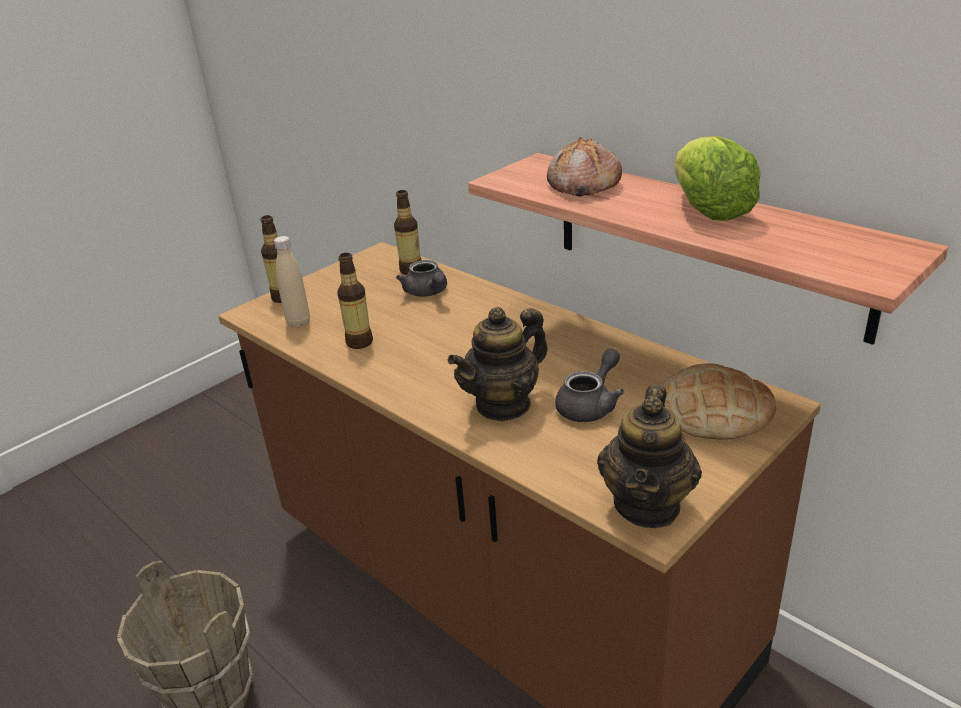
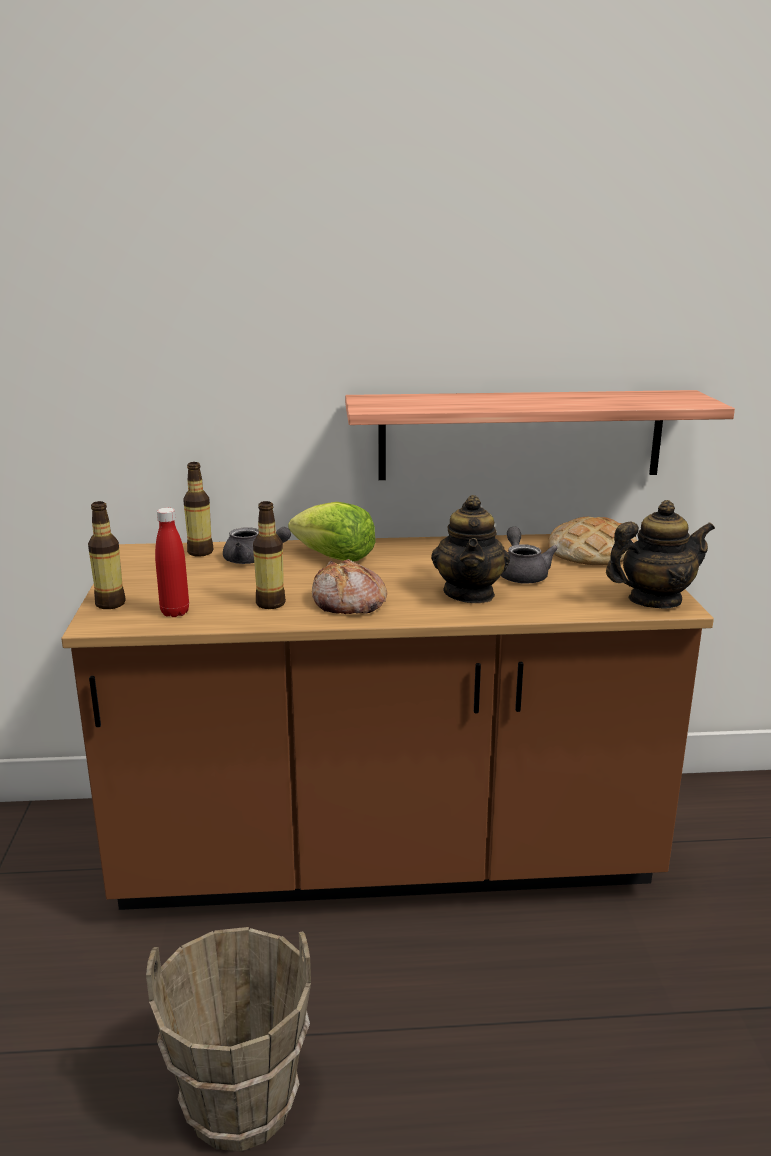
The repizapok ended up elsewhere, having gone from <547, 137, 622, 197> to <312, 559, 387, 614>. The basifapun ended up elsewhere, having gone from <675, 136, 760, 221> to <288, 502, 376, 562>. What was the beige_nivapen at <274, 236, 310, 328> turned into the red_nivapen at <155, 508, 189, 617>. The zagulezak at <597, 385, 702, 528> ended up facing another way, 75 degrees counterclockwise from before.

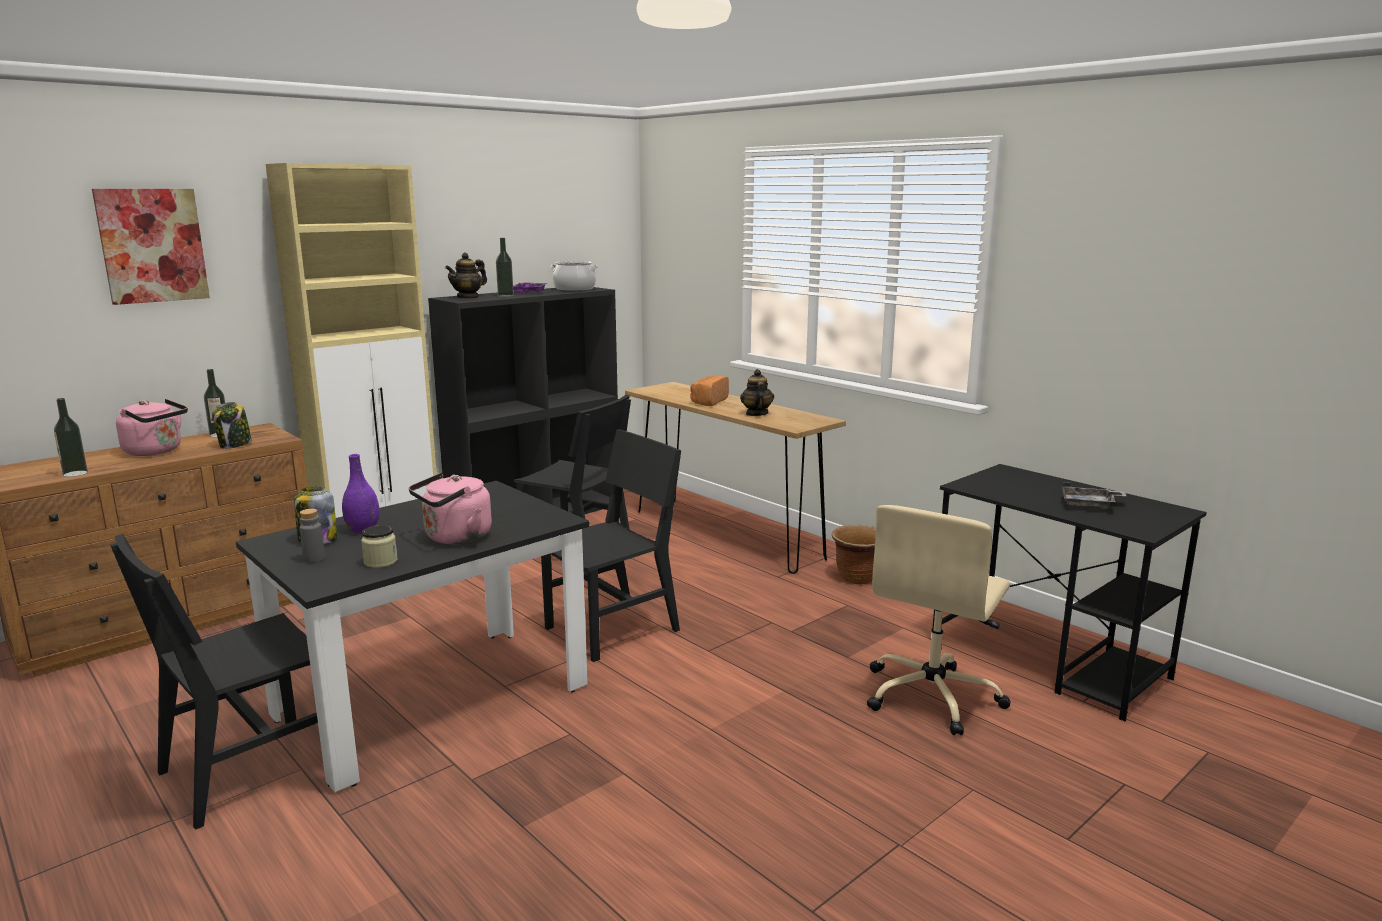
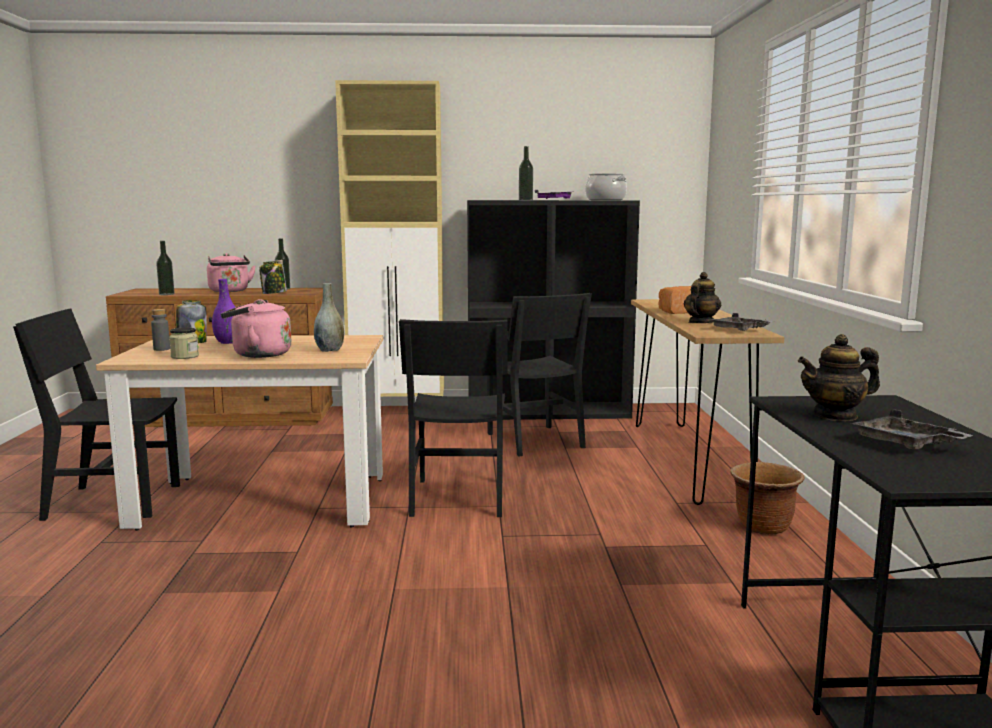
The second view lost the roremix at <92, 189, 210, 305>. The second view lost the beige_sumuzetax at <867, 505, 1011, 735>. The second view gained the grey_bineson at <314, 283, 344, 352>. The second view gained the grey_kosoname at <710, 313, 773, 331>. The zagulezak ended up elsewhere, having gone from <445, 253, 487, 299> to <798, 334, 880, 421>. What was the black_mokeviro at <236, 481, 589, 792> turned into the beige_mokeviro at <96, 335, 383, 531>. The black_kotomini at <541, 430, 681, 662> ended up facing another way, 90 degrees clockwise from before.

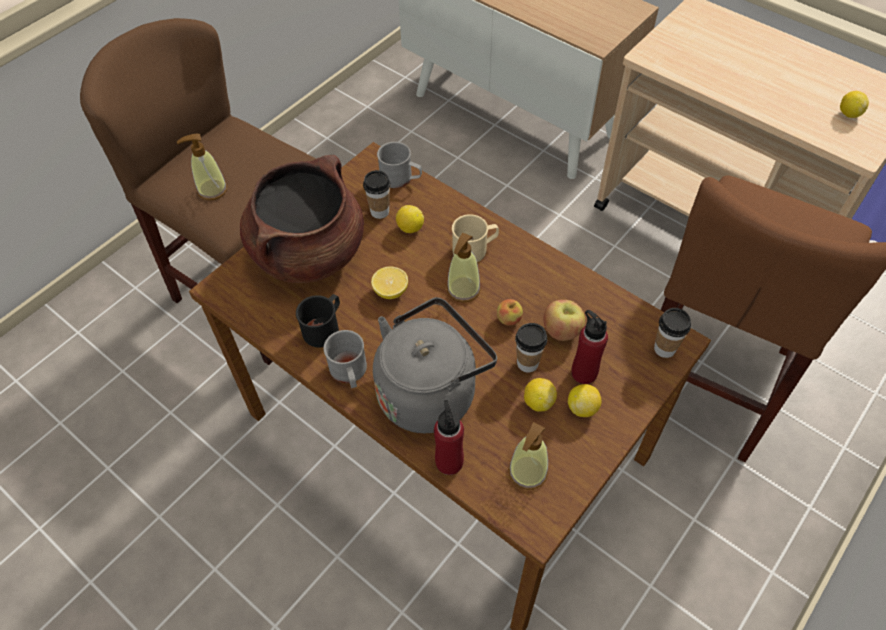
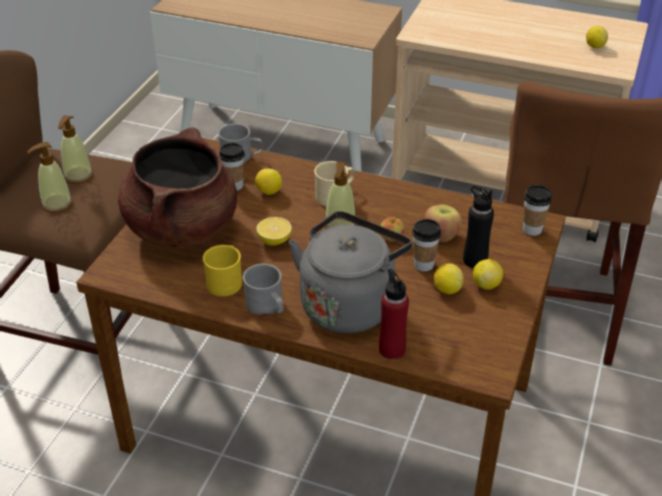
The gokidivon ended up elsewhere, having gone from <508, 422, 548, 490> to <58, 115, 93, 184>. What was the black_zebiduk at <296, 294, 340, 347> turned into the yellow_zebiduk at <203, 245, 242, 296>. What was the red_nivapen at <571, 310, 608, 384> turned into the black_nivapen at <463, 186, 494, 268>.

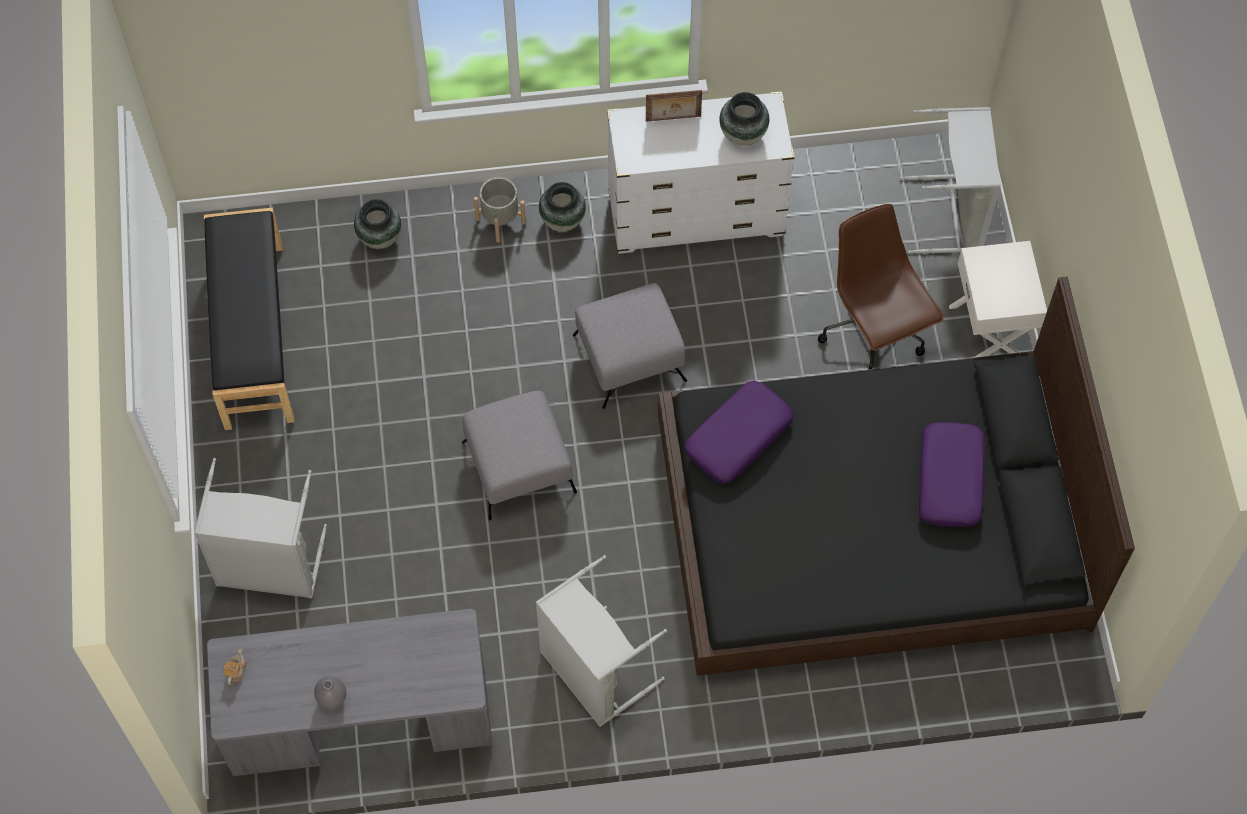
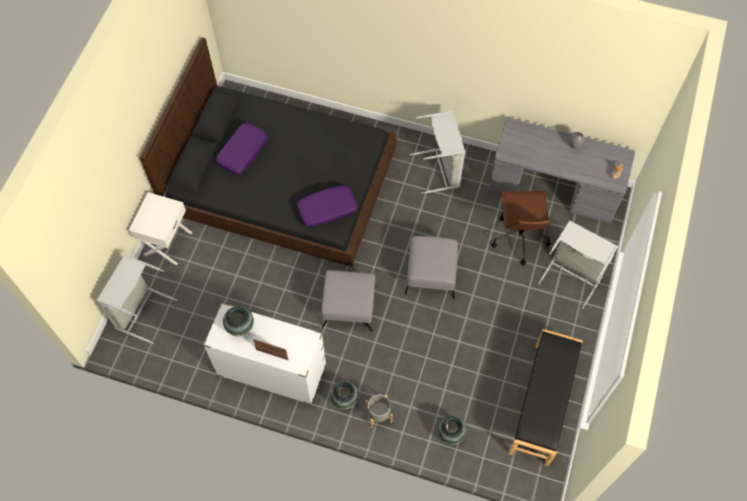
The brown_sumuzetax ended up elsewhere, having gone from <818, 204, 944, 369> to <491, 191, 552, 265>.

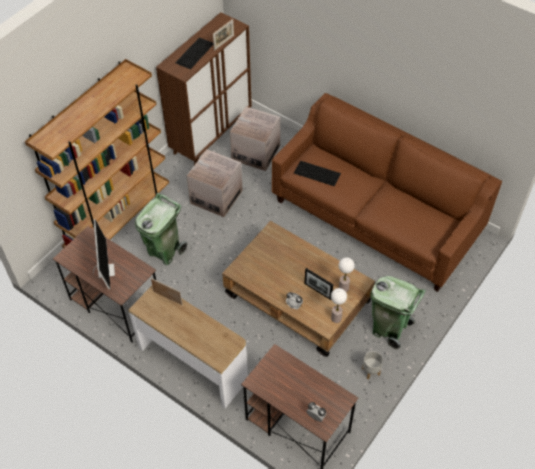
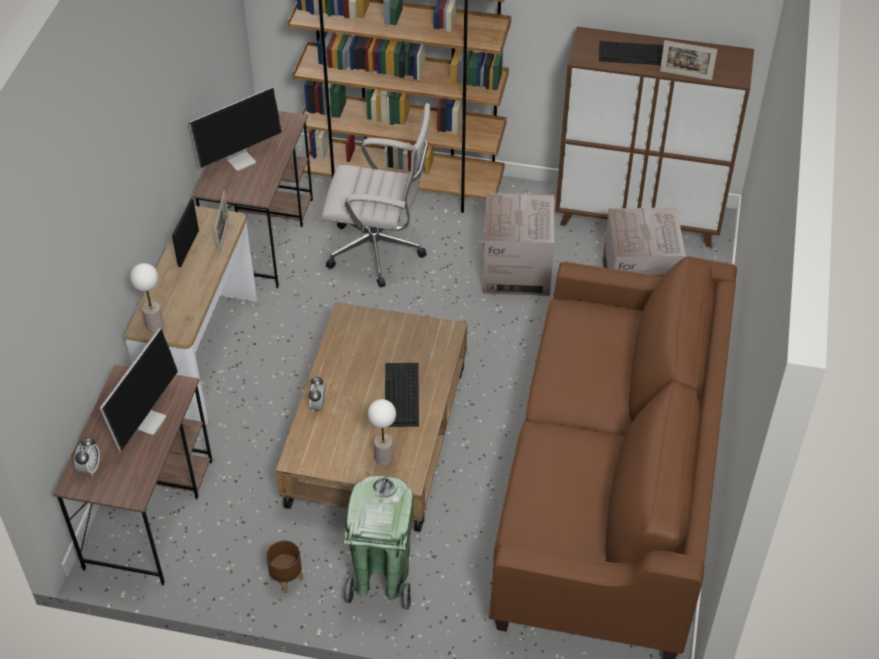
The second view gained the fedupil at <100, 328, 178, 451>. The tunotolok ended up elsewhere, having gone from <294, 161, 341, 186> to <385, 363, 419, 427>. The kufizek ended up elsewhere, having gone from <305, 268, 333, 300> to <172, 199, 199, 267>. The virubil ended up elsewhere, having gone from <331, 288, 347, 323> to <130, 263, 164, 332>. Where the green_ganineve stood at <135, 193, 187, 265>, the white_sumuzetax came to stand at <322, 103, 431, 287>. What was the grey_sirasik at <362, 351, 383, 379> turned into the brown_sirasik at <266, 540, 303, 593>.

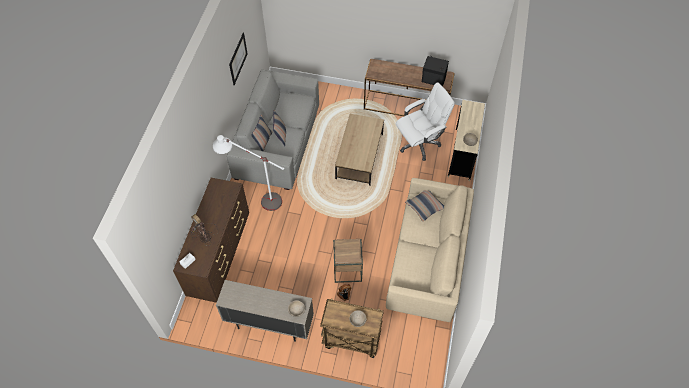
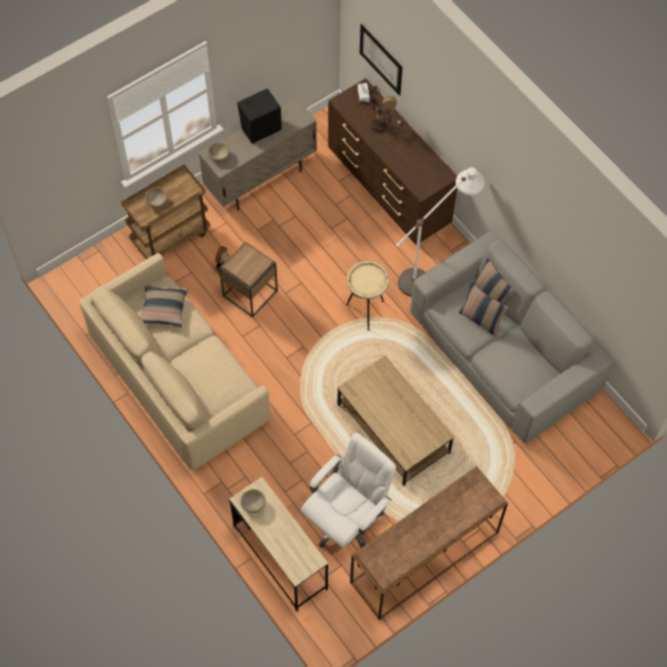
The second view gained the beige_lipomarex at <346, 261, 389, 331>. The roremix ended up elsewhere, having gone from <229, 32, 248, 85> to <360, 24, 403, 96>. The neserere ended up elsewhere, having gone from <405, 190, 444, 222> to <140, 284, 188, 328>. The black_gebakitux ended up elsewhere, having gone from <422, 56, 449, 86> to <237, 88, 282, 144>. The white_sumuzetax at <396, 82, 455, 161> ended up facing another way, 150 degrees counterclockwise from before.

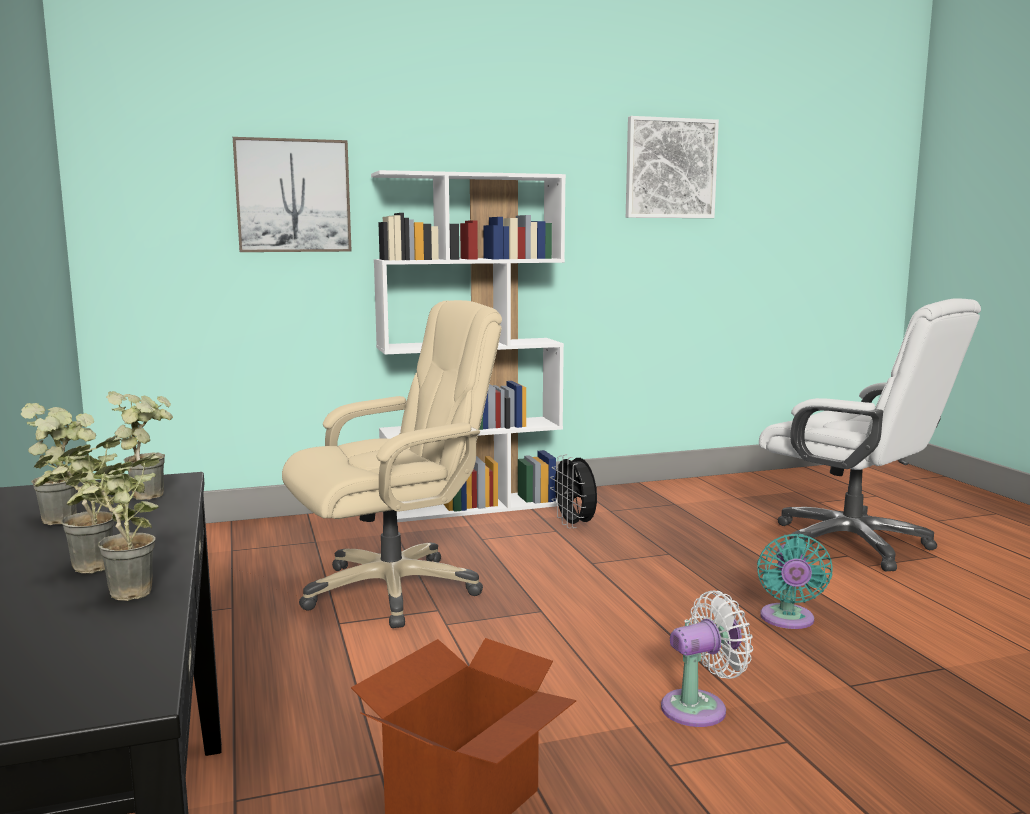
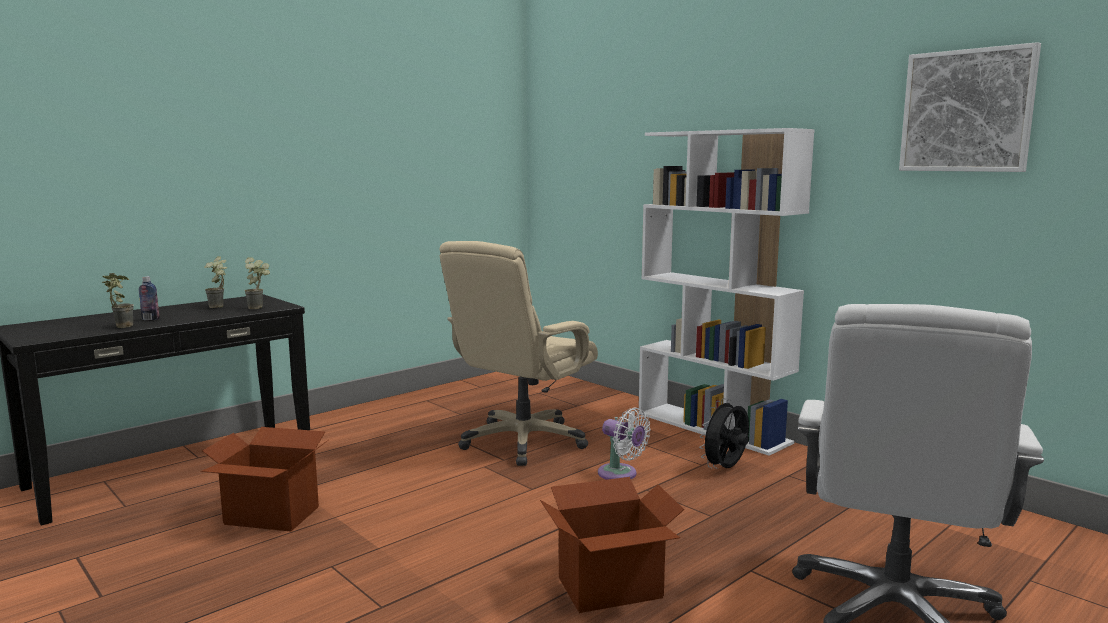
The second view lost the roremix at <233, 137, 352, 252>. The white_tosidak ended up elsewhere, having gone from <661, 591, 753, 727> to <598, 407, 651, 480>. Where the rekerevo stood at <34, 435, 121, 573>, the nivapen came to stand at <139, 276, 159, 320>. Where the turquoise_tosidak stood at <757, 534, 833, 629>, the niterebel came to stand at <540, 477, 684, 613>. The beige_sumuzetax at <282, 300, 502, 628> ended up facing another way, 90 degrees clockwise from before.

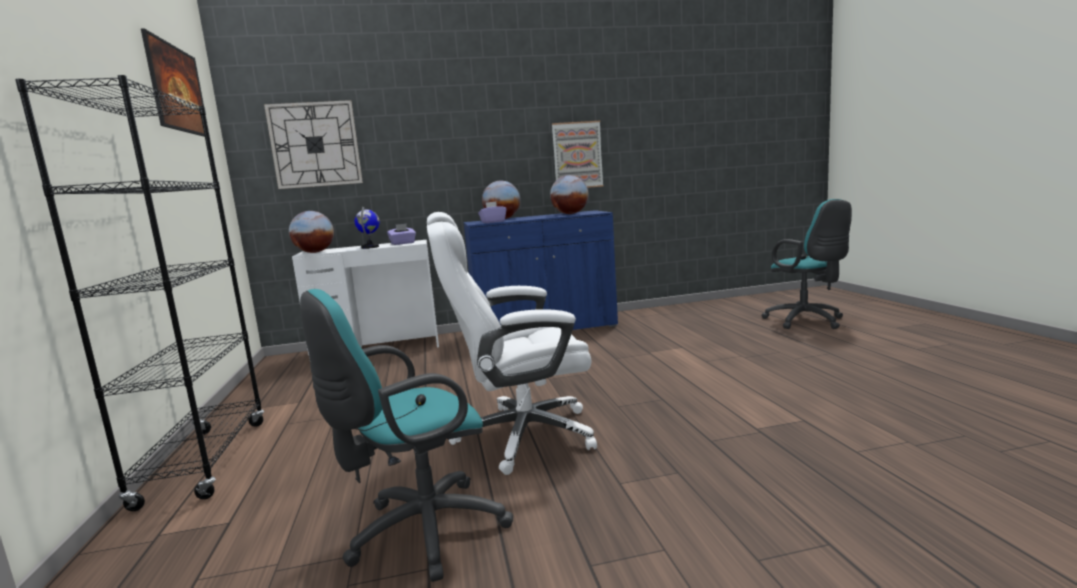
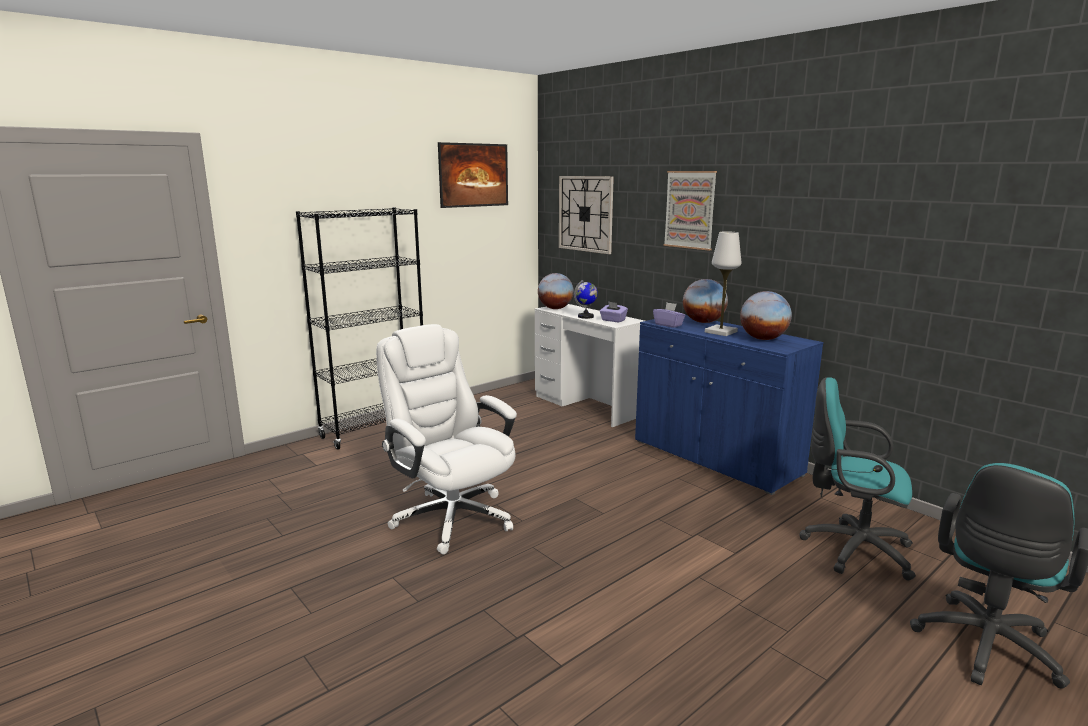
The second view gained the white_virubil at <705, 231, 741, 336>. The turquoise_sumuzetax ended up elsewhere, having gone from <300, 289, 513, 582> to <799, 377, 916, 581>. The roremix ended up elsewhere, having gone from <552, 121, 604, 188> to <663, 171, 717, 251>.

